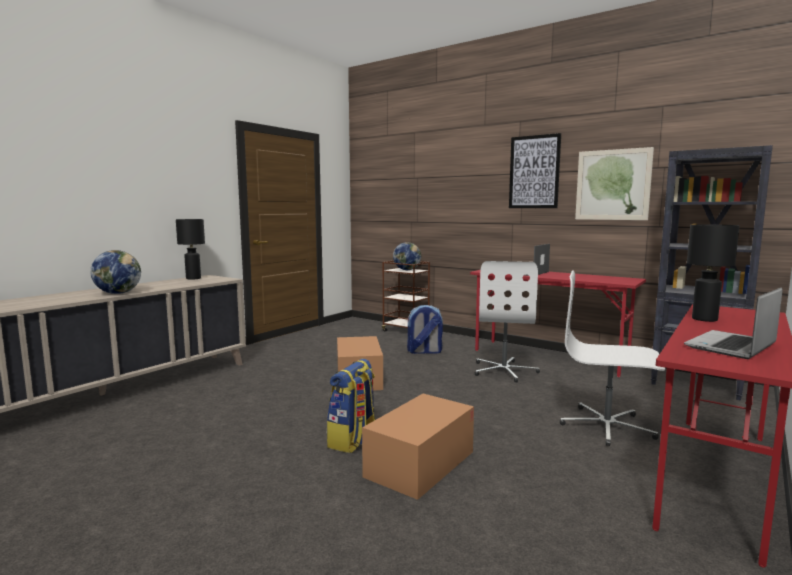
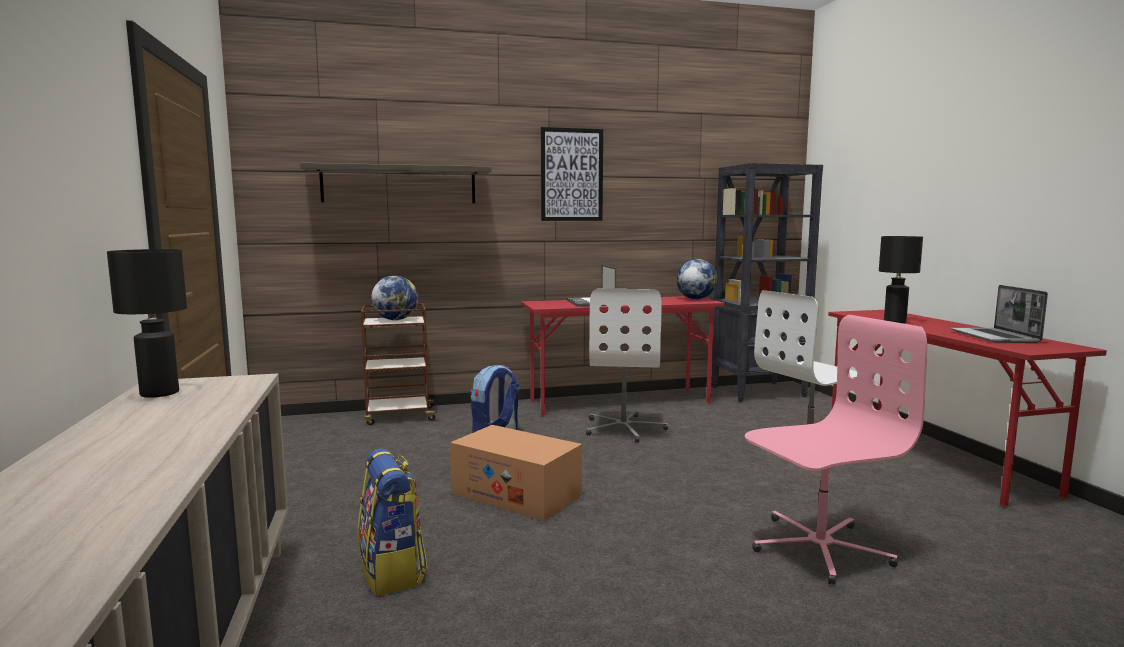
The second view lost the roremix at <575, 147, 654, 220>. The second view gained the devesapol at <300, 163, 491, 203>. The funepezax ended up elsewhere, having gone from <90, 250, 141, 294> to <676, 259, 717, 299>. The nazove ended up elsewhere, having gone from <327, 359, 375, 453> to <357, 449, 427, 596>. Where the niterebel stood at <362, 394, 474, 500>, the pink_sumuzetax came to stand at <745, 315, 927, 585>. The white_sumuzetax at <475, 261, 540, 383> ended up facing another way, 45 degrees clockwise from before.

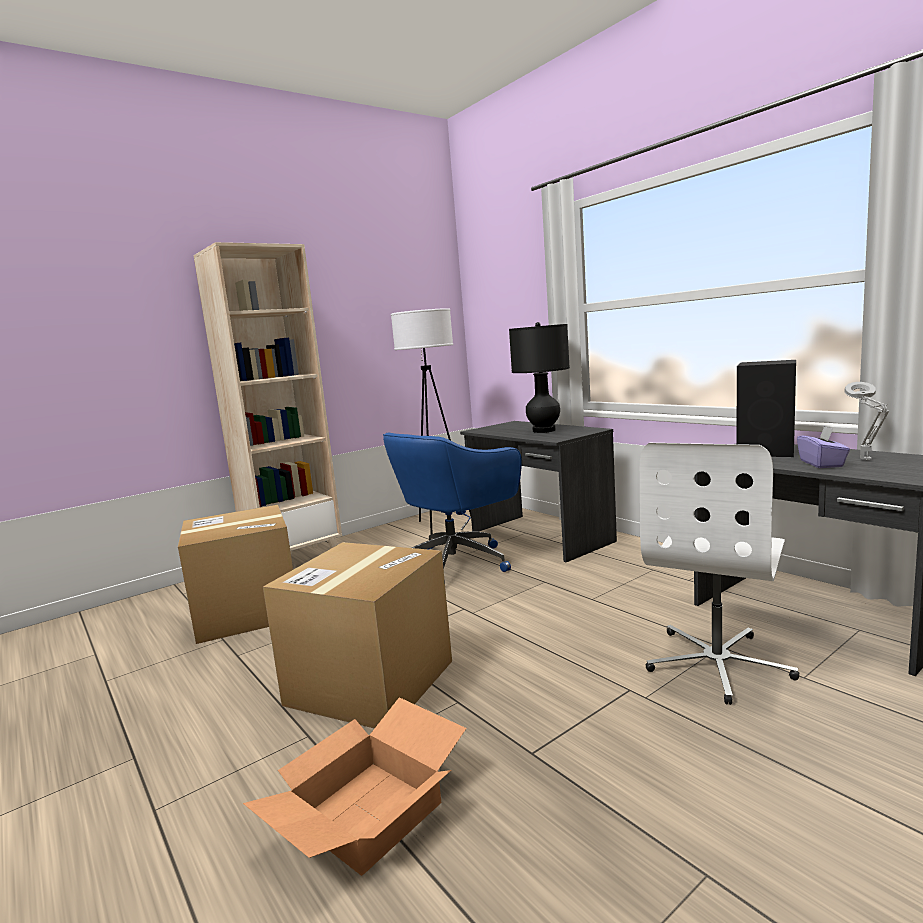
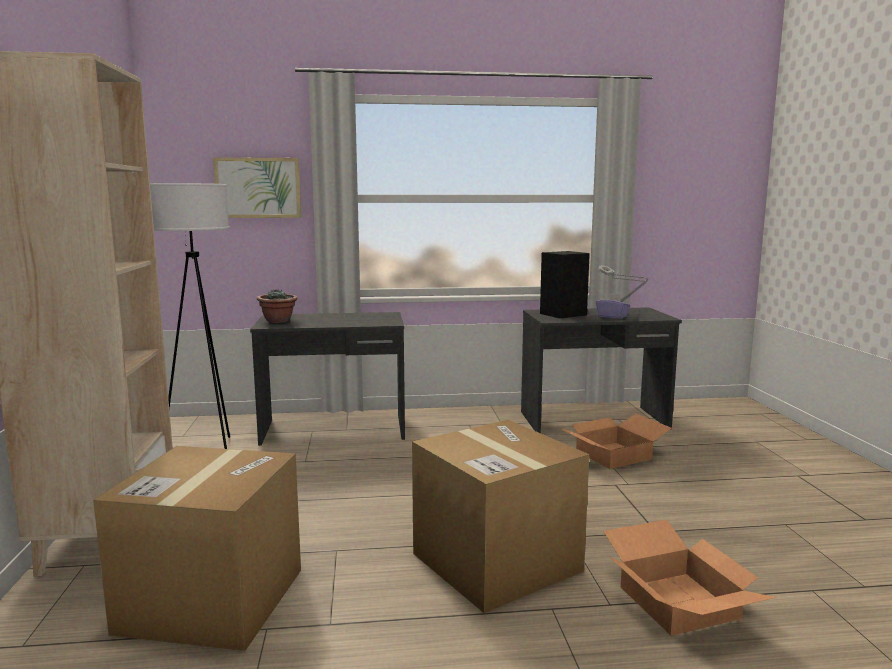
The second view lost the blue_sumuzetax at <383, 432, 522, 572>. The second view lost the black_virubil at <509, 322, 570, 433>. The second view gained the roremix at <213, 157, 301, 218>. The second view gained the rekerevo at <257, 290, 298, 323>. Where the white_sumuzetax stood at <640, 443, 799, 705>, the niterebel came to stand at <560, 414, 672, 469>.

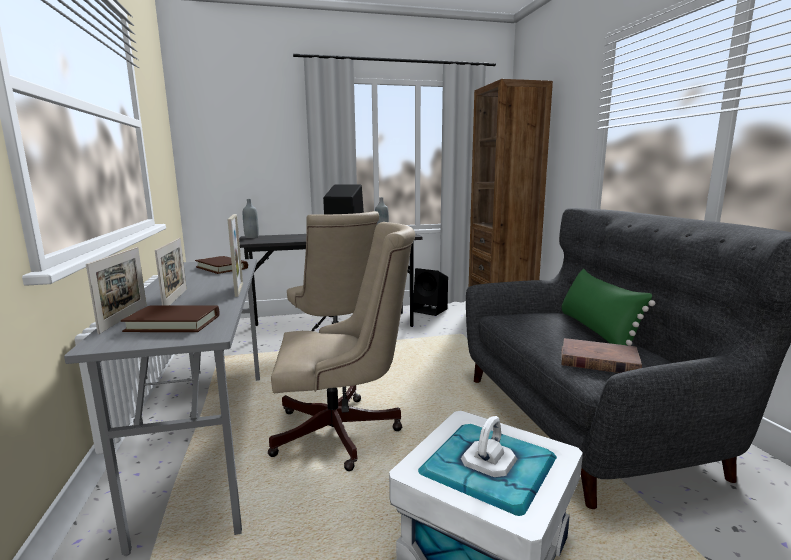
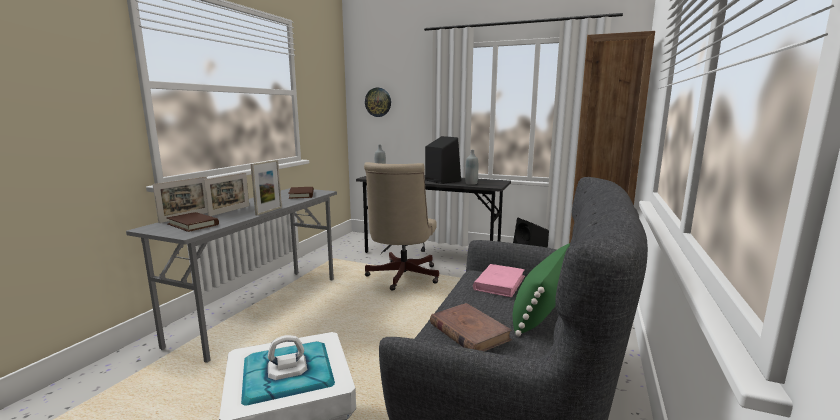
The second view lost the beige_sumuzetax at <268, 222, 416, 471>. The second view gained the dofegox at <365, 88, 391, 117>. The second view gained the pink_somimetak at <473, 264, 525, 297>.

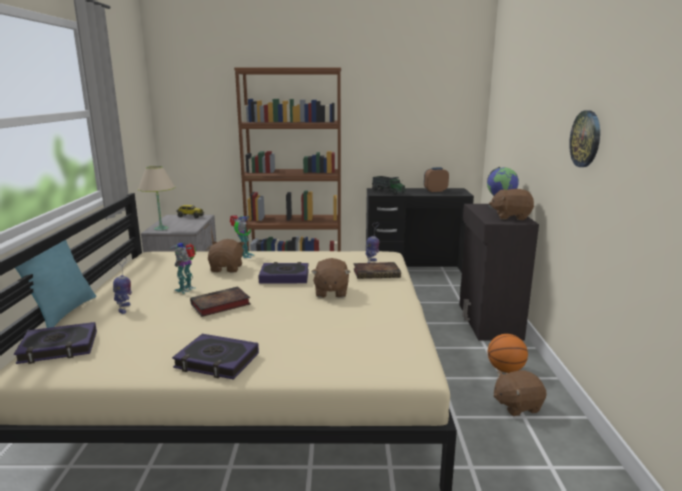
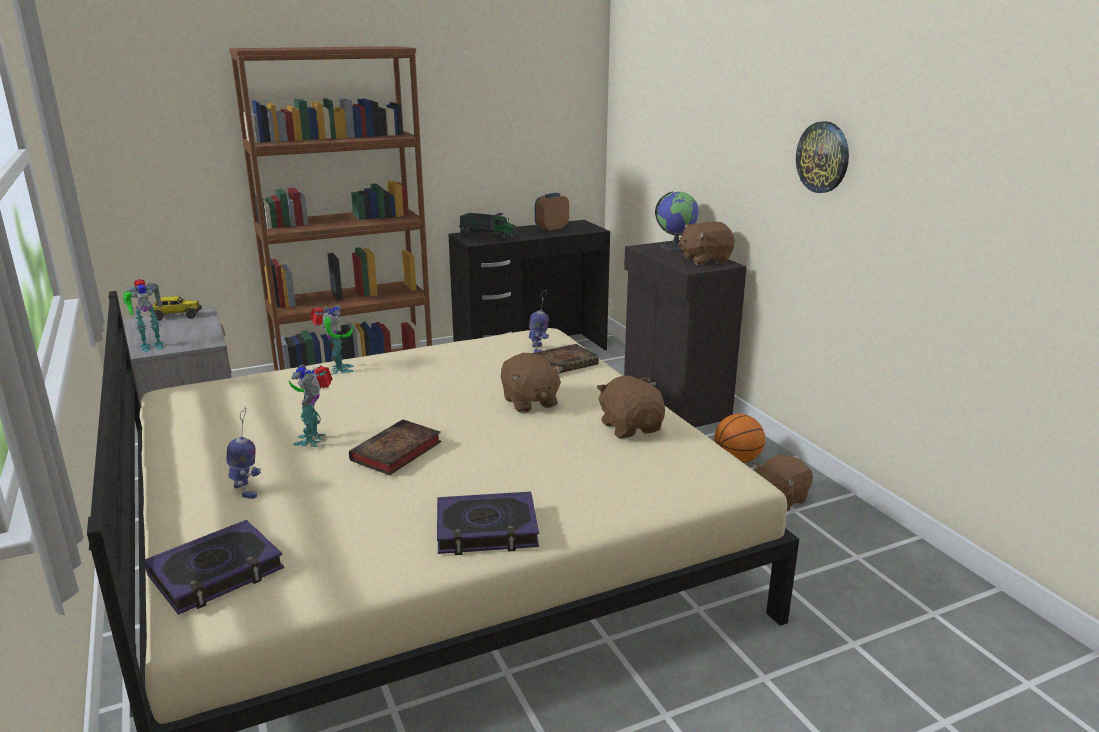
The second view lost the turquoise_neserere at <15, 240, 96, 328>. The second view lost the somimetak at <258, 262, 309, 284>. The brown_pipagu ended up elsewhere, having gone from <208, 239, 245, 273> to <597, 376, 665, 438>. Where the beige_virubil stood at <138, 166, 175, 230>, the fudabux came to stand at <122, 279, 164, 352>.

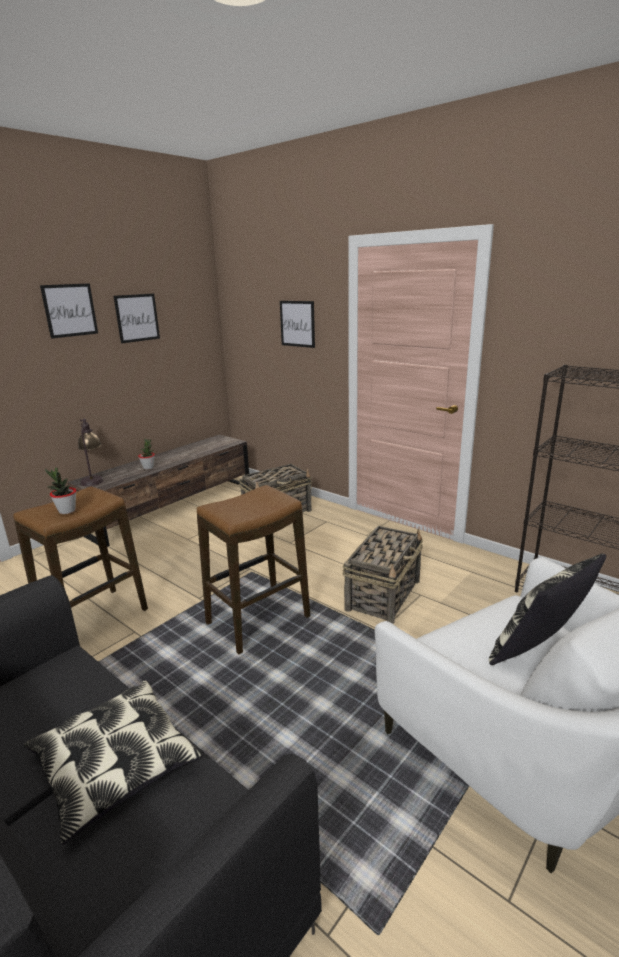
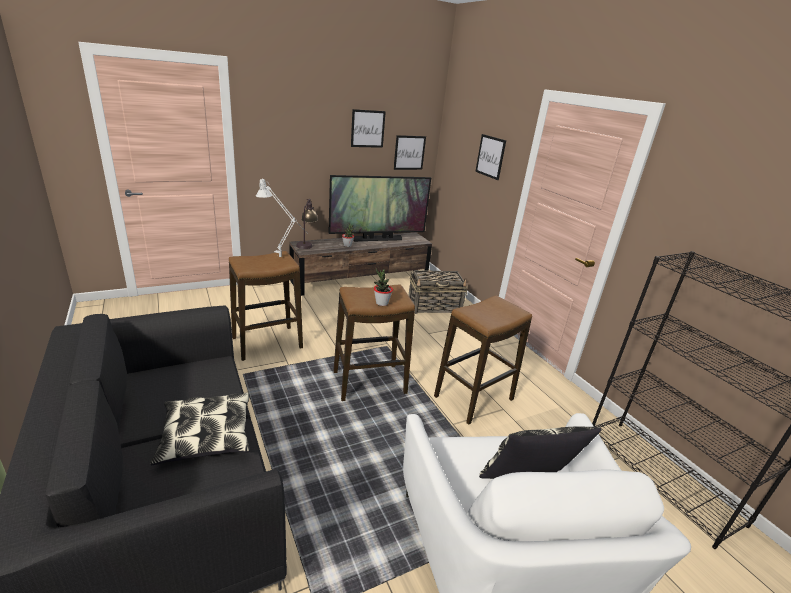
The second view gained the grey_virubil at <256, 178, 308, 257>. The second view gained the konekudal at <328, 175, 431, 241>. The roremix ended up elsewhere, having gone from <40, 283, 98, 339> to <394, 135, 426, 170>. The rekerevo ended up elsewhere, having gone from <45, 467, 76, 514> to <374, 269, 393, 306>. Where the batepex stood at <342, 526, 423, 624>, the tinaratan came to stand at <434, 295, 532, 425>.

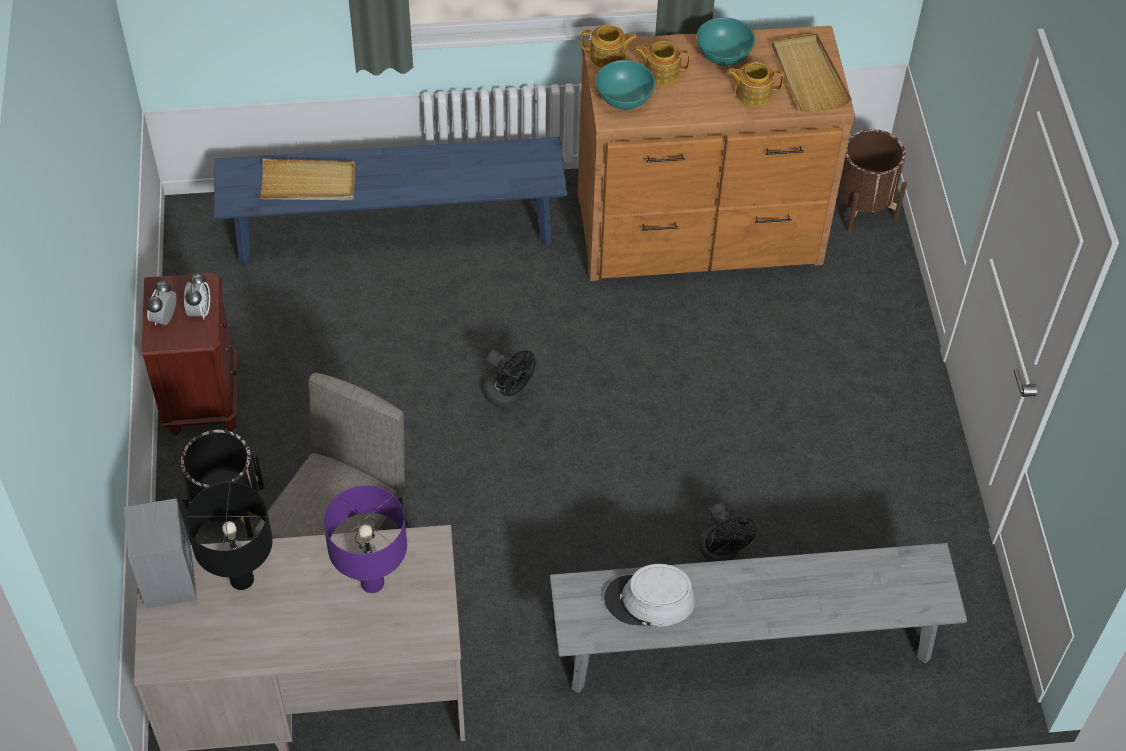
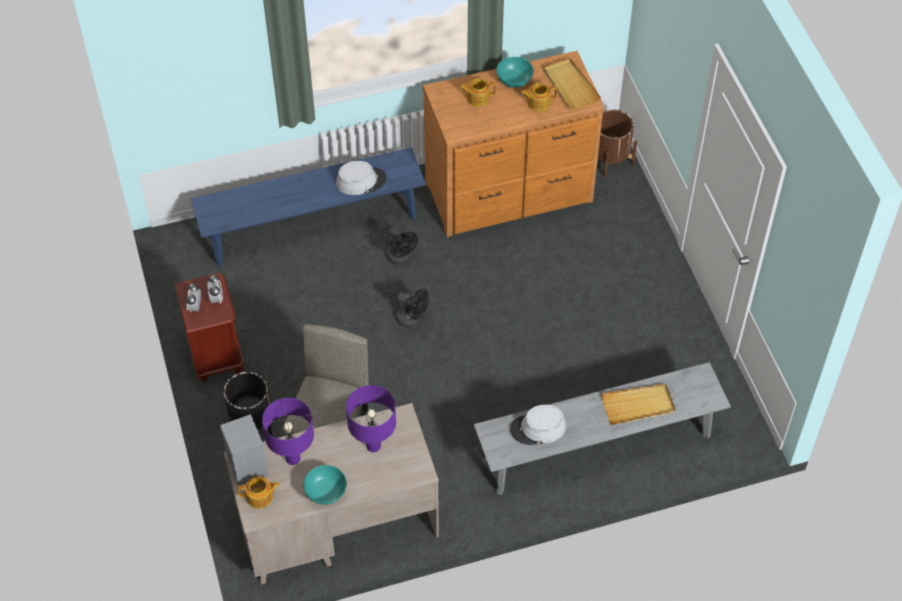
The second view gained the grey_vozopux at <336, 161, 387, 195>. The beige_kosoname ended up elsewhere, having gone from <259, 159, 355, 200> to <601, 384, 676, 425>. The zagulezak ended up elsewhere, having gone from <581, 25, 638, 68> to <238, 476, 280, 509>. The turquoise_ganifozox ended up elsewhere, having gone from <596, 60, 655, 110> to <303, 465, 347, 505>. The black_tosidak ended up elsewhere, having gone from <699, 503, 756, 562> to <386, 227, 418, 265>. What was the black_virubil at <185, 482, 273, 590> turned into the purple_virubil at <262, 398, 314, 465>.

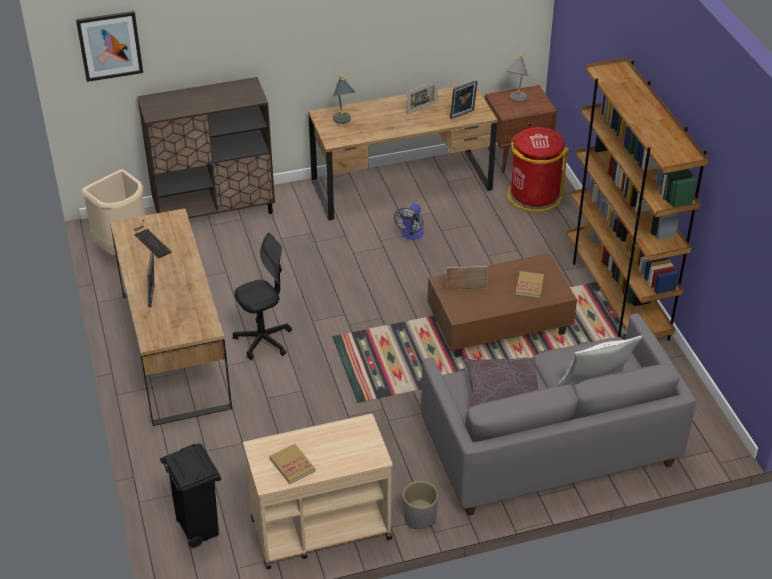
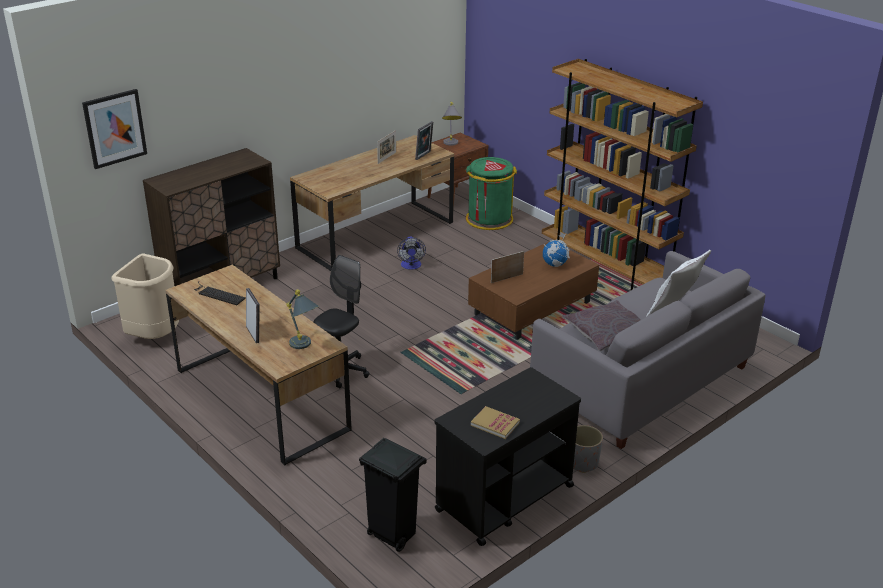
The grey_virubil ended up elsewhere, having gone from <333, 75, 355, 124> to <287, 290, 319, 349>. Where the somimetak stood at <516, 271, 544, 298>, the funepezax came to stand at <543, 232, 570, 267>. What was the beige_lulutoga at <243, 414, 393, 569> turned into the black_lulutoga at <435, 367, 581, 546>. What was the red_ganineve at <507, 127, 569, 212> turned into the green_ganineve at <466, 157, 517, 230>.

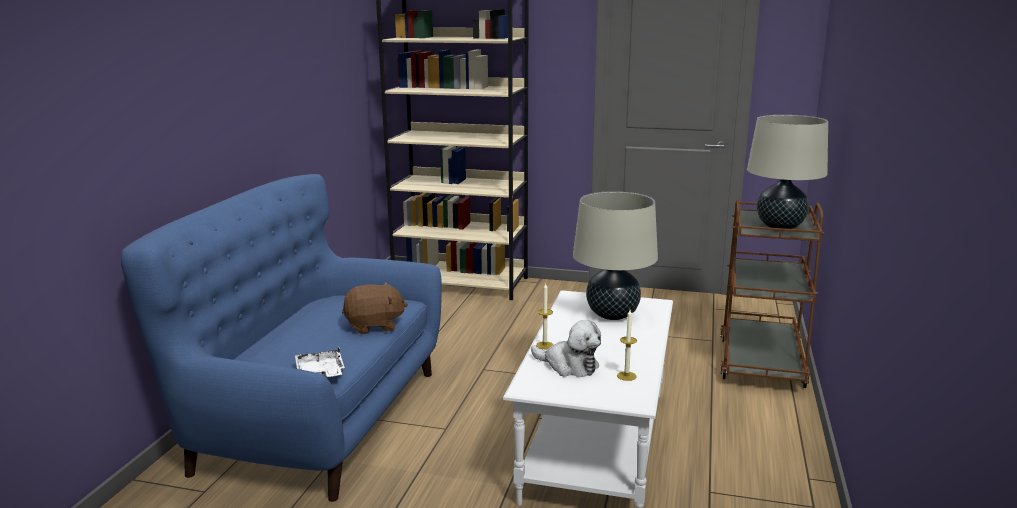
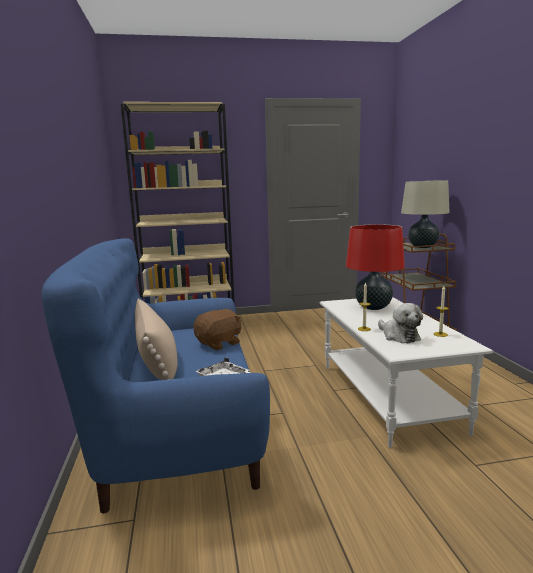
The second view gained the beige_neserere at <135, 299, 178, 380>. What was the beige_virubil at <573, 191, 658, 320> turned into the red_virubil at <346, 224, 405, 310>. The pipagu at <531, 320, 601, 377> ended up facing another way, 60 degrees clockwise from before.

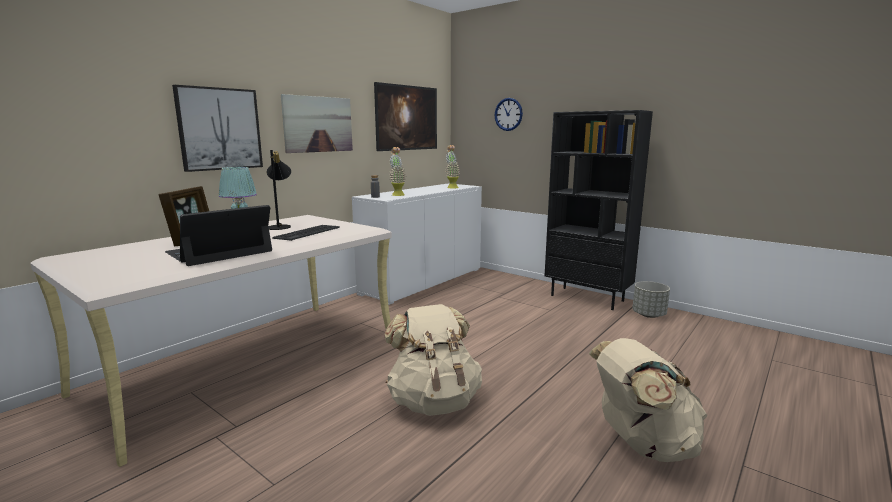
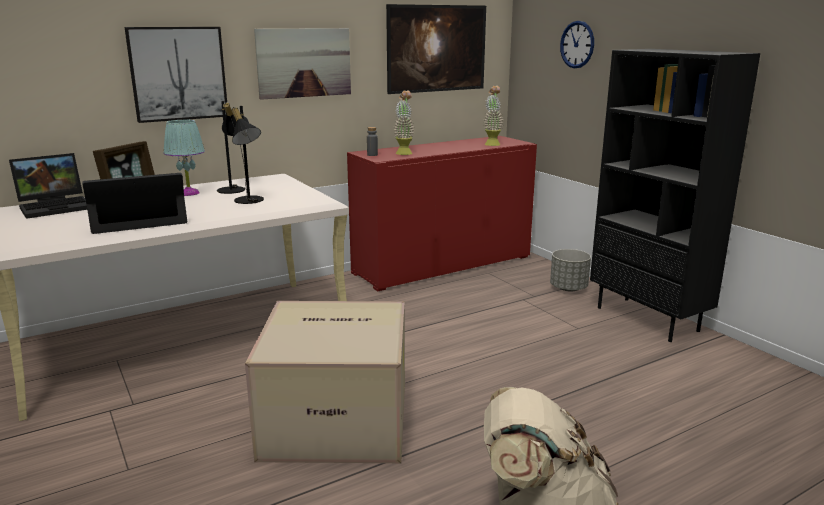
The second view gained the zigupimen at <9, 153, 87, 219>. The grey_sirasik ended up elsewhere, having gone from <632, 281, 670, 318> to <550, 249, 591, 292>. Where the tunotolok stood at <272, 225, 340, 241>, the black_virubil came to stand at <232, 106, 264, 204>. Where the beige_nazove stood at <384, 304, 482, 416>, the niterebel came to stand at <245, 301, 405, 463>. What was the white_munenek at <352, 183, 482, 305> turned into the red_munenek at <347, 136, 537, 292>.

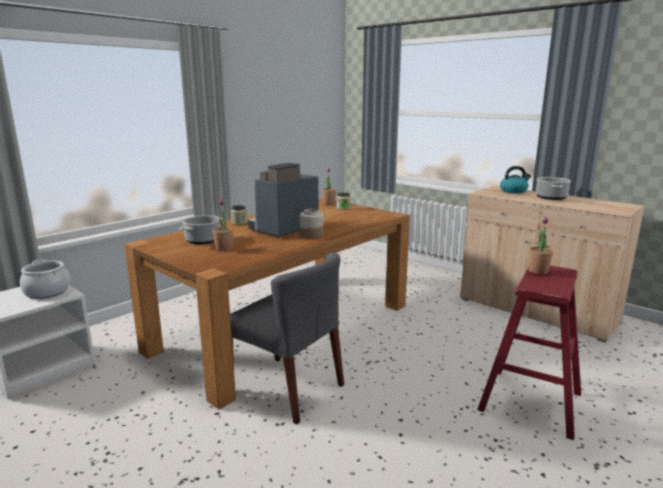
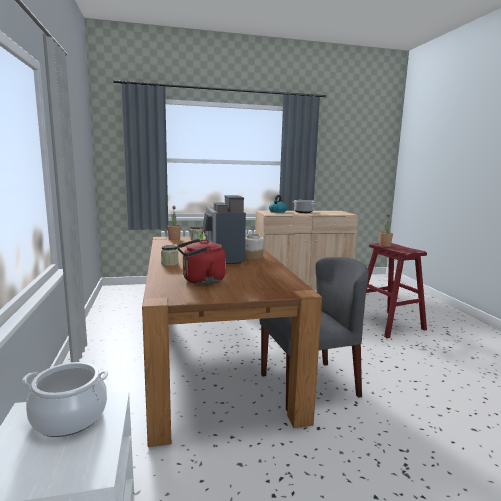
The second view lost the rekerevo at <213, 200, 233, 251>. Where the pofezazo stood at <179, 215, 223, 244>, the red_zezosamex came to stand at <177, 239, 226, 284>.

